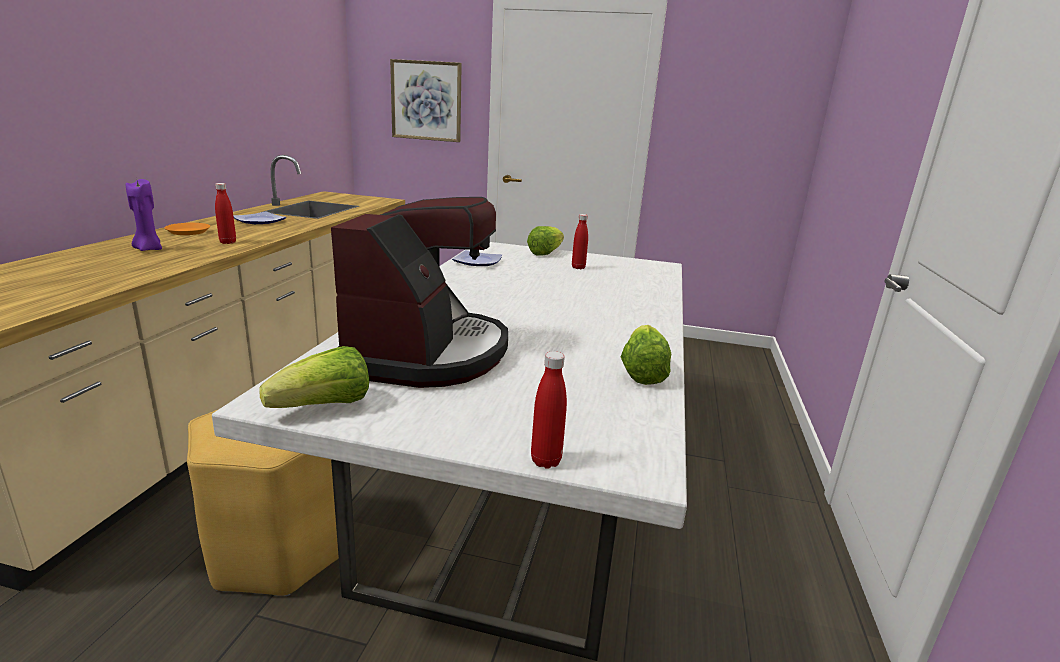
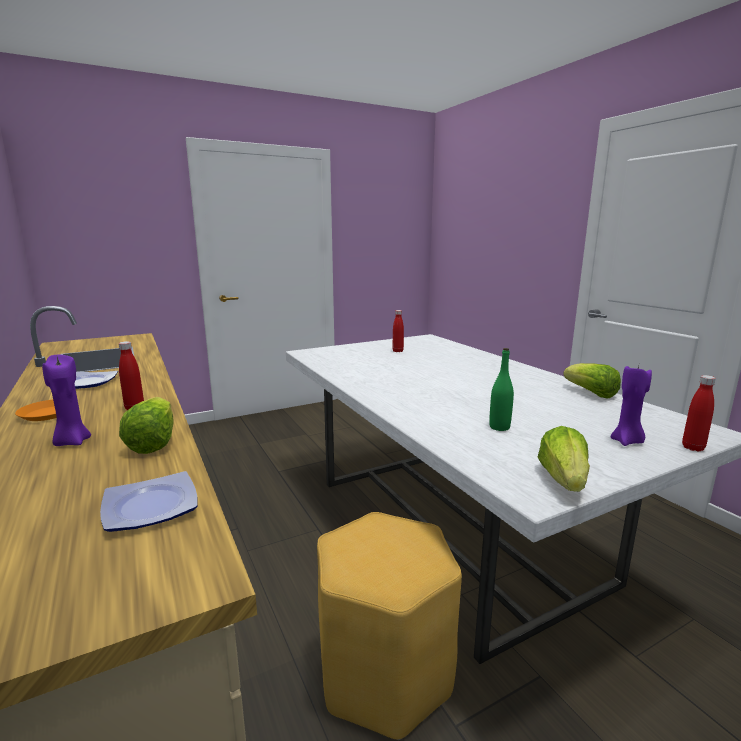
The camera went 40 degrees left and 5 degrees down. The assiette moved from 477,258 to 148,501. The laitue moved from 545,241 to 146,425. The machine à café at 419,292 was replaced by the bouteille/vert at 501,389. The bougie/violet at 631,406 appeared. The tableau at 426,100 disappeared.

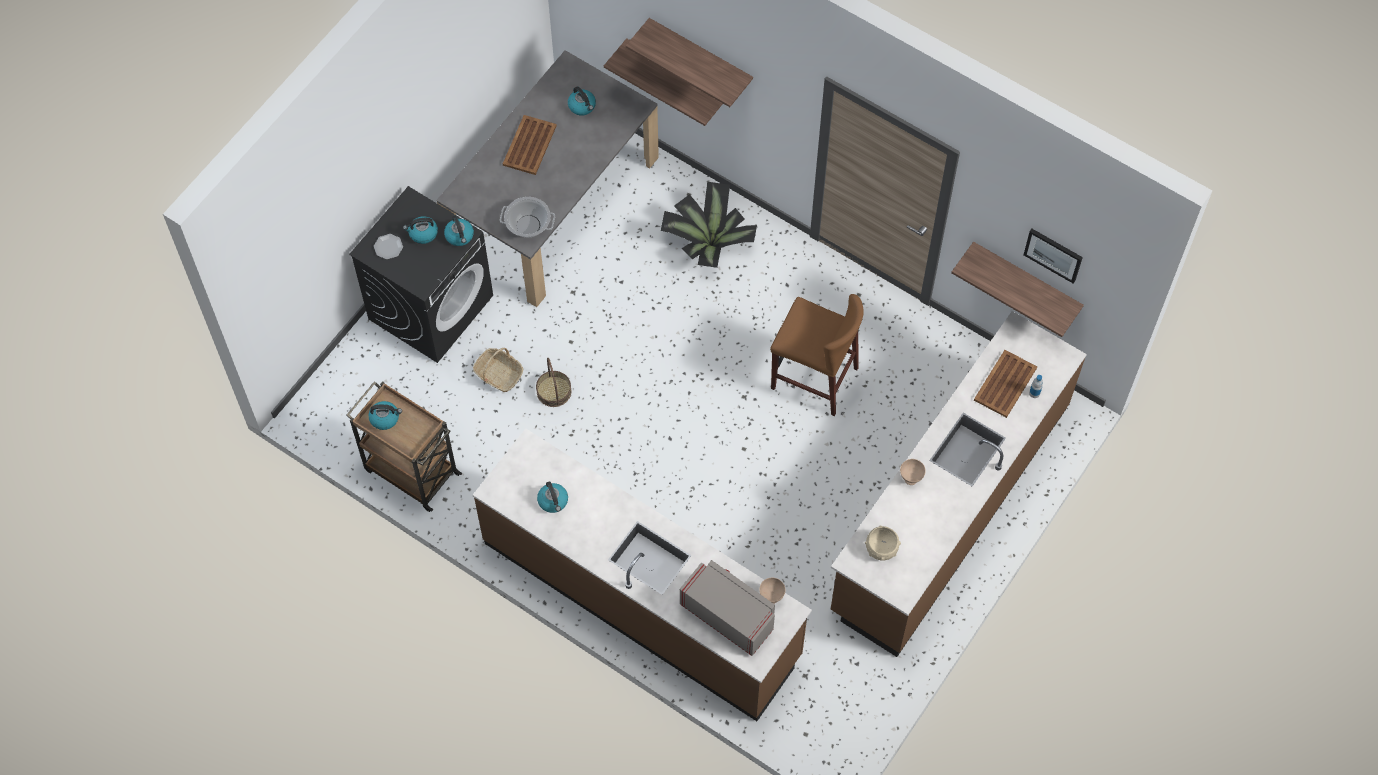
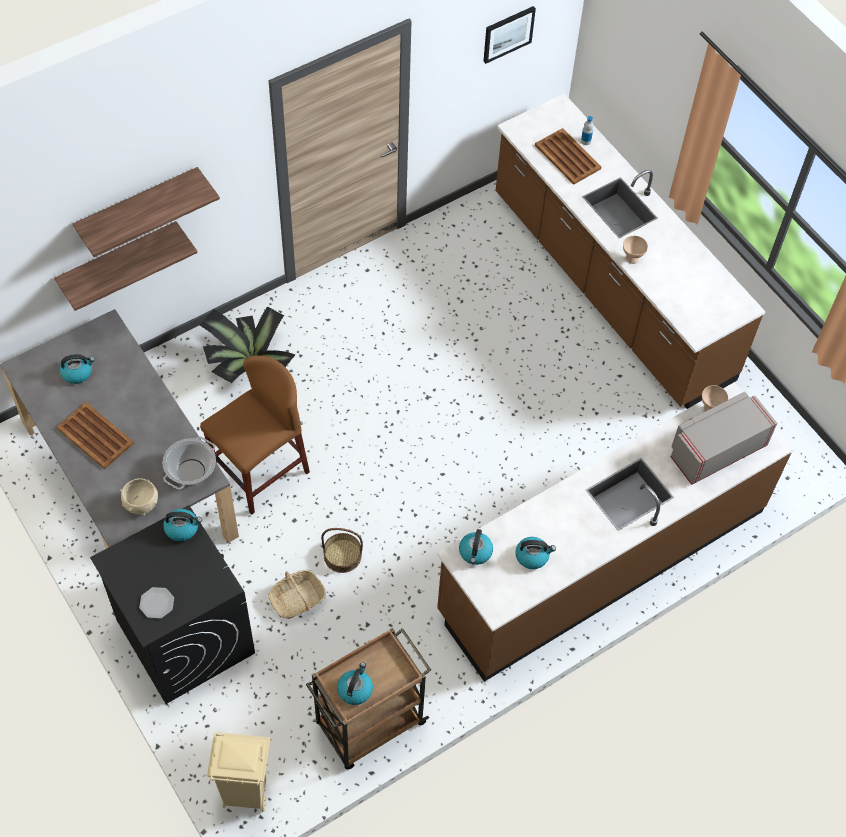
The camera went 70 degrees left and 5 degrees down. The bol/beige moved from 883,543 to 139,497. The tabouret/marron moved from 817,355 to 255,435. The poubelle/beige at 239,772 appeared. The bouilloire moved from 420,230 to 476,547. The étagère at 1017,289 disappeared.

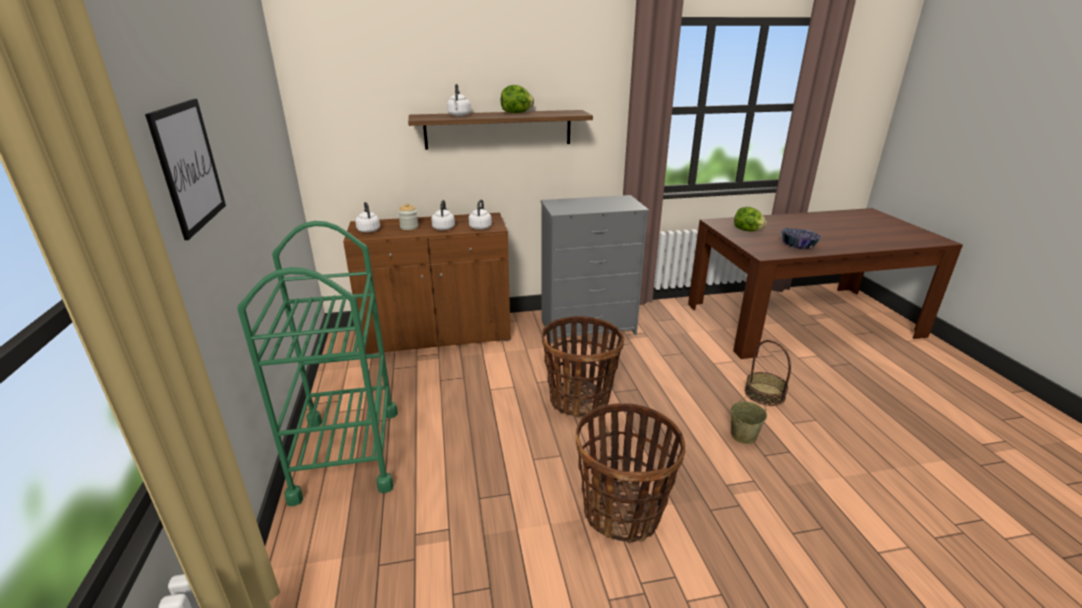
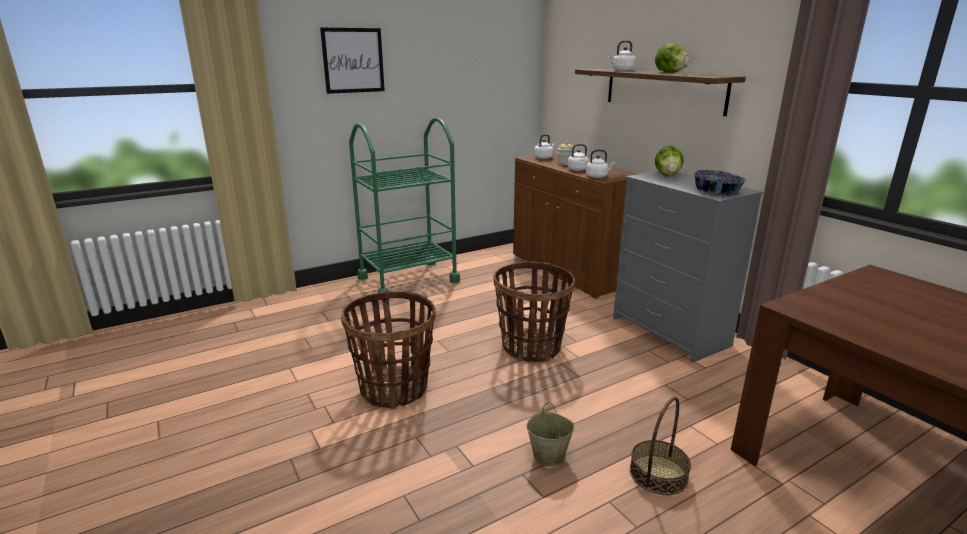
The camera went 70 degrees right and 5 degrees down. The laitue moved from 750,219 to 669,161. The bol moved from 801,238 to 720,183.

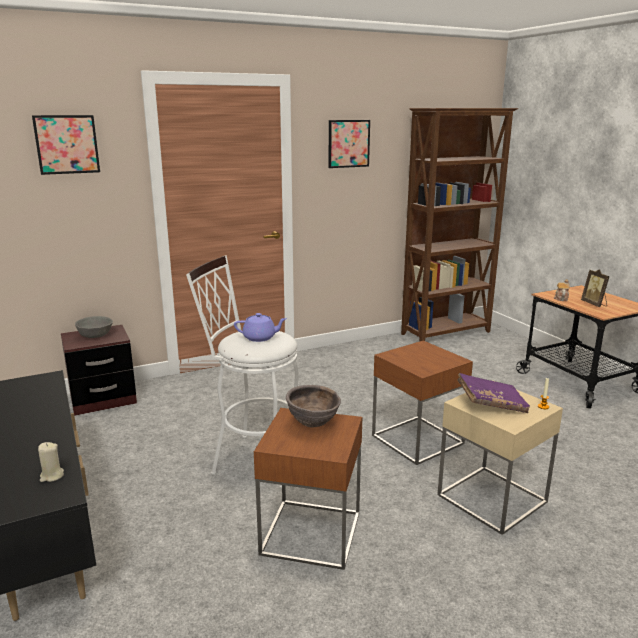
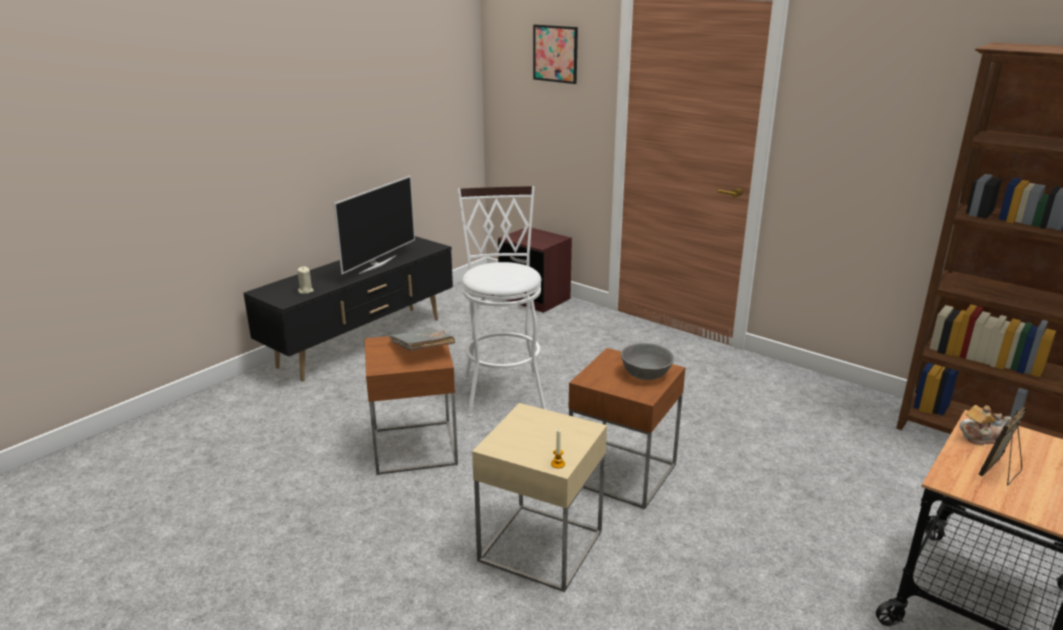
The camera went 65 degrees right and 5 degrees up. The téléviseur at 374,225 appeared. The bol/marron at 313,406 was replaced by the livre/gris at 422,339. The bol/gris moved from 94,327 to 647,361. The théière/violet at 260,327 disappeared. The tableau at 349,144 disappeared. The livre/violet at 493,393 disappeared.

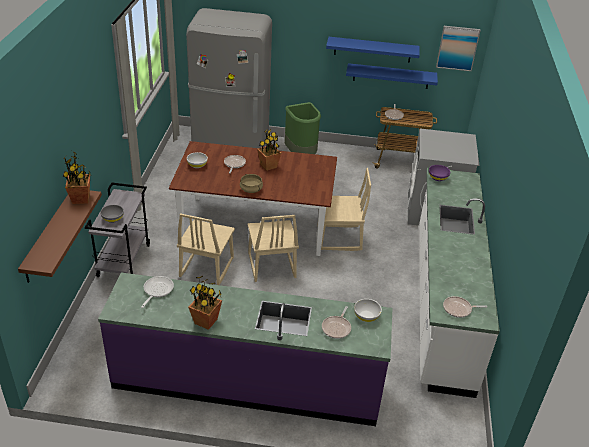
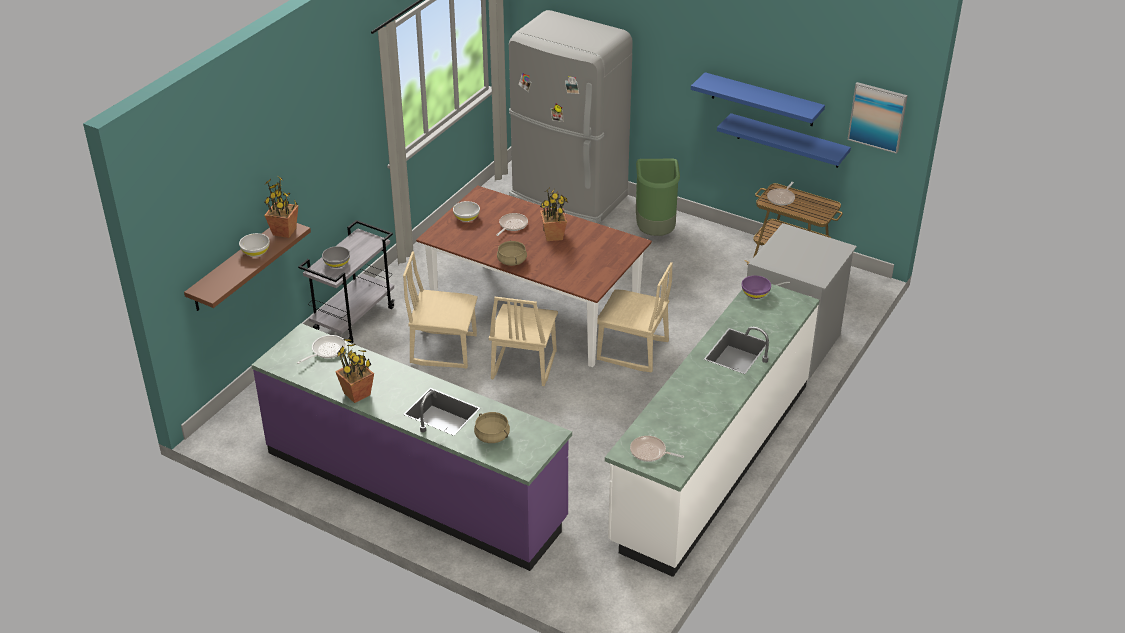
The camera went 25 degrees right and 0 degrees up. The bol/blanc moved from 368,310 to 254,245. The chaise/beige at 206,249 turned 60 degrees clockwise. The poêle at 336,322 was replaced by the marmite/beige at 492,427.

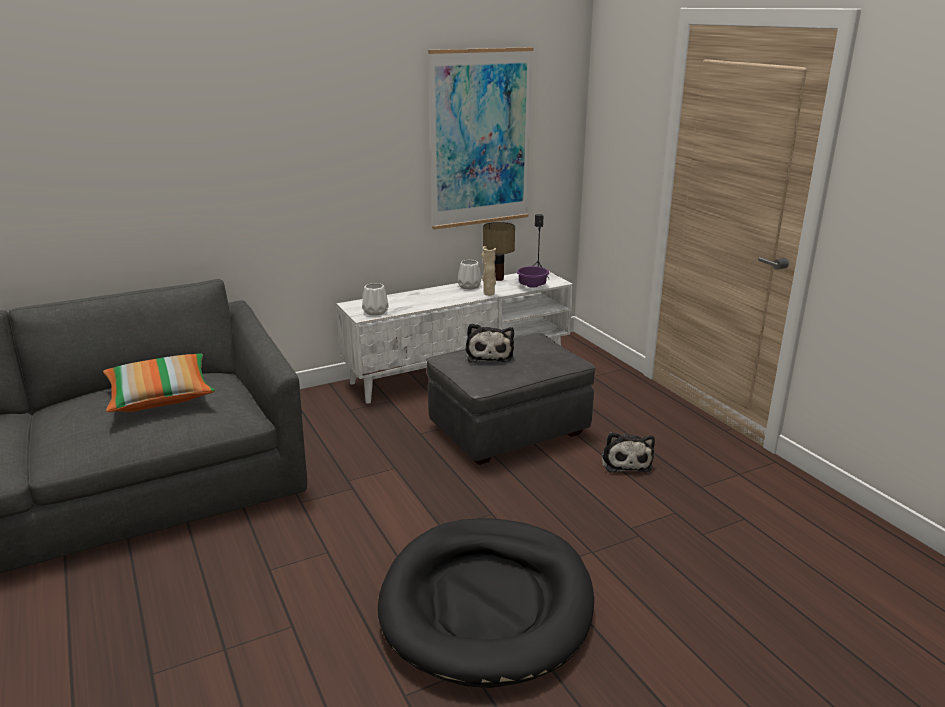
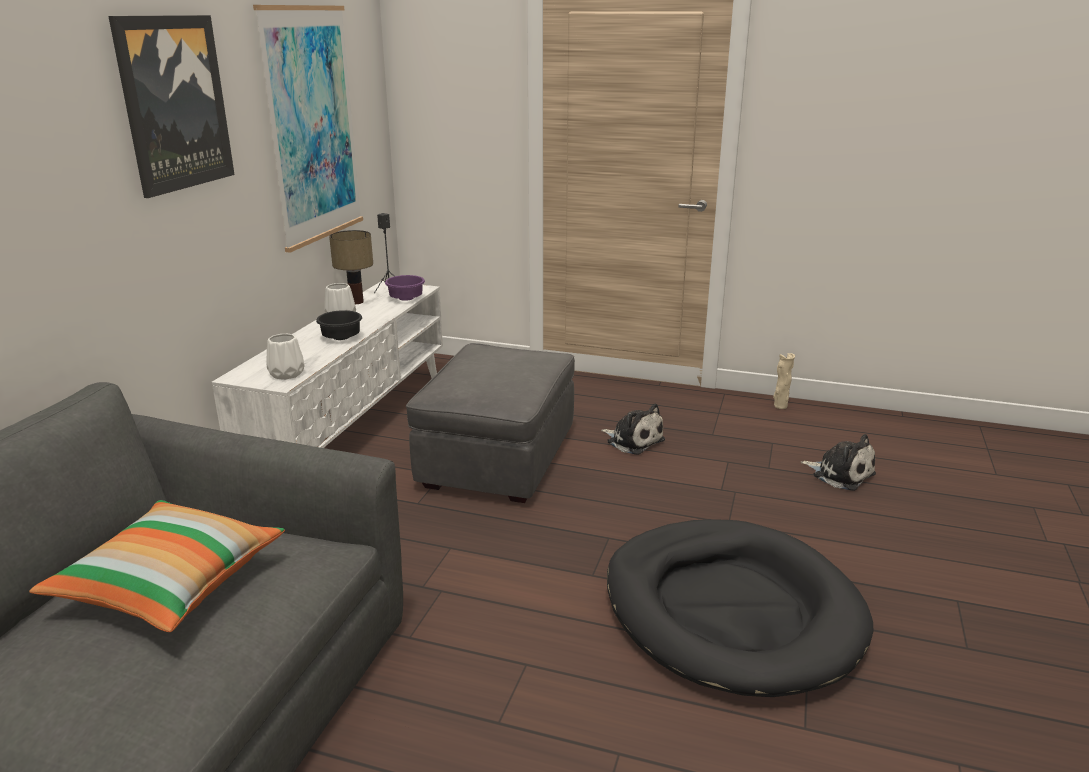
The camera went 45 degrees left and 0 degrees up. The tableau at 171,106 appeared. The bol/noir at 339,325 appeared. The vase/beige moved from 489,271 to 784,381. The peluche moved from 490,343 to 838,462.

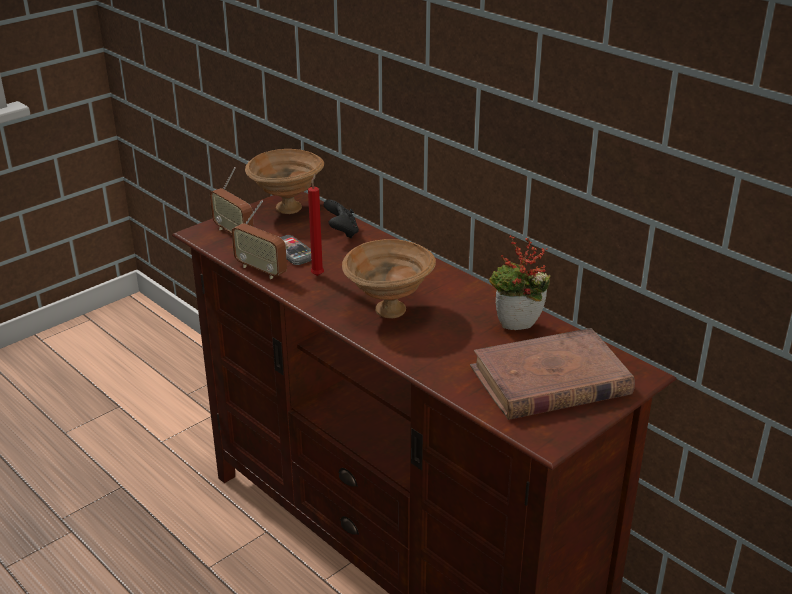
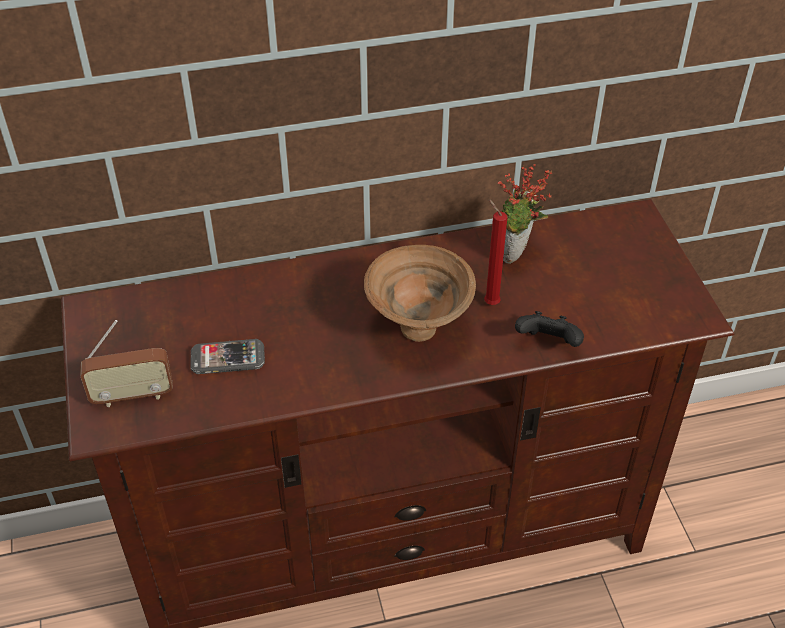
The camera went 60 degrees left and 15 degrees up. The bougie/rouge moved from 316,225 to 495,252. The manette/noir moved from 341,219 to 549,329. The radio at 259,239 disappeared. The bol/marron at 284,181 disappeared. The livre/marron at 552,374 disappeared.

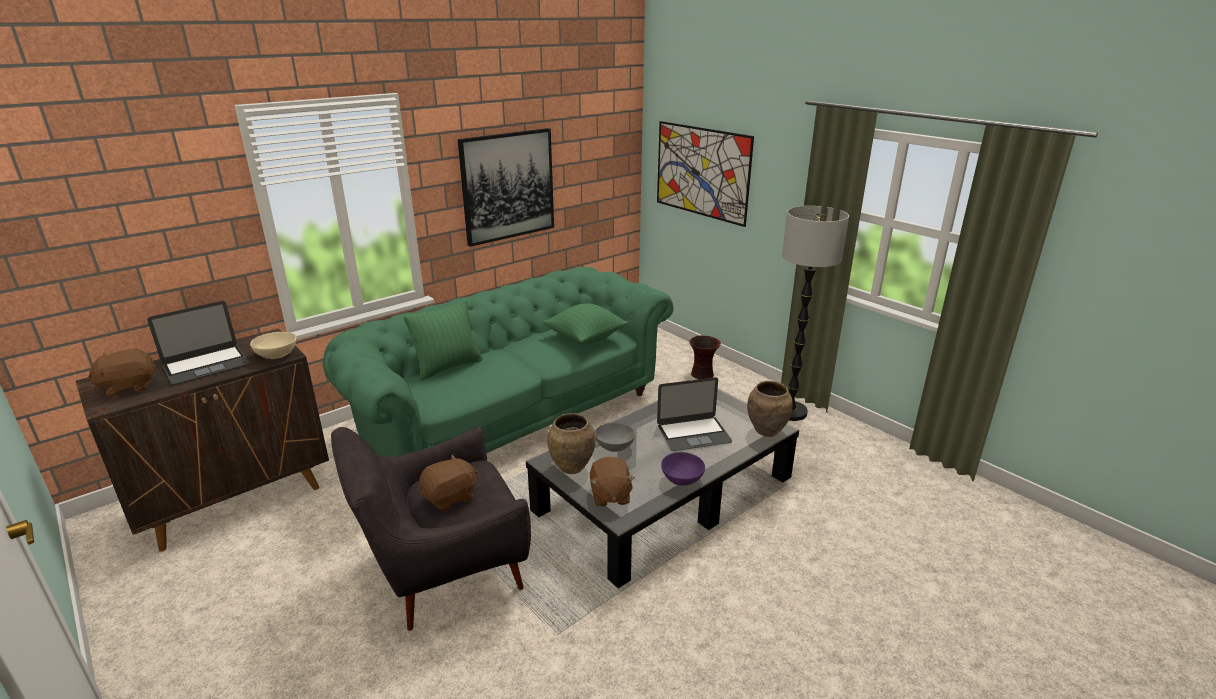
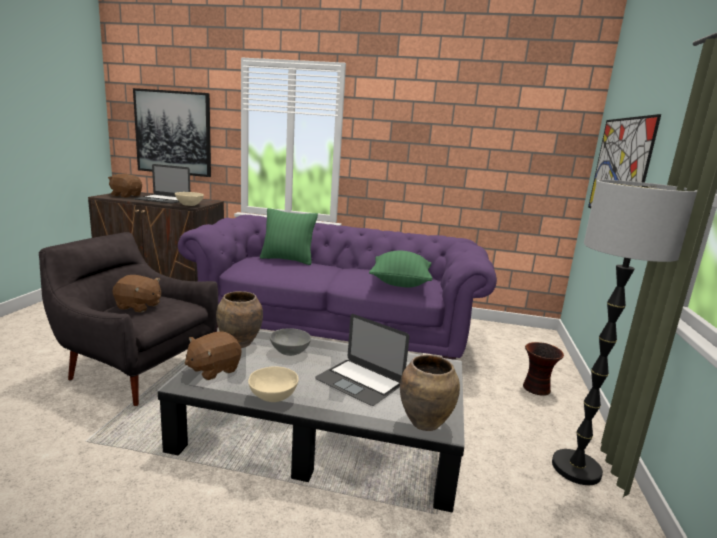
The camera went 50 degrees right and 10 degrees down. The tableau moved from 506,187 to 172,132. The canapé/vert at 498,362 became the canapé/violet at 337,287. The bol/violet at 683,469 became the bol/beige at 273,384.

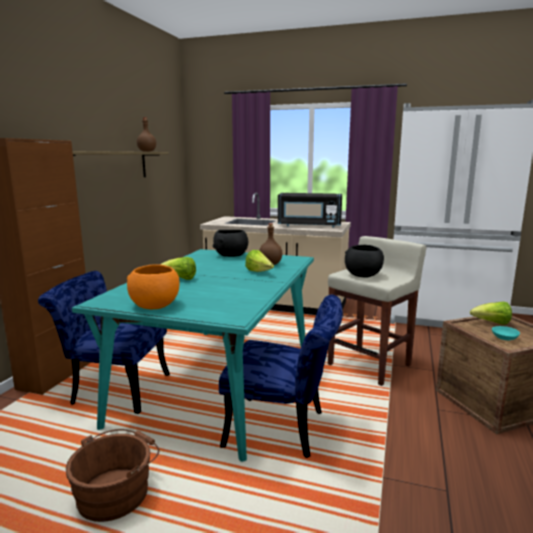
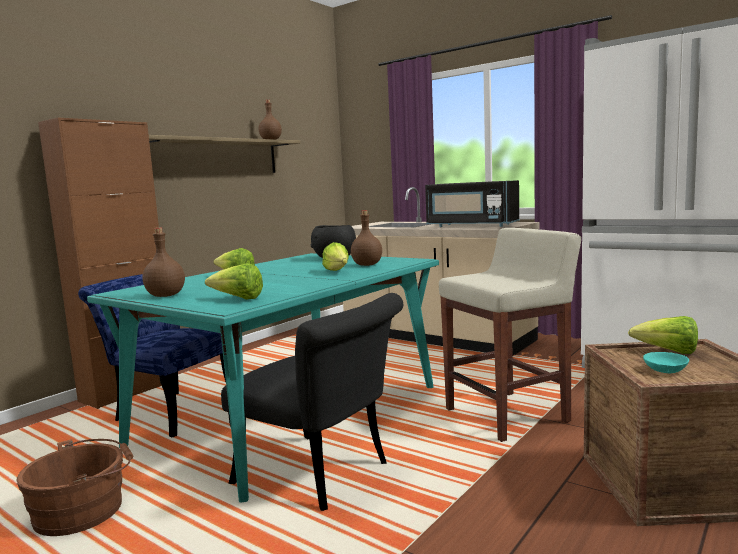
The camera went 20 degrees right and 5 degrees down. The bol/orange at 153,286 was replaced by the bouteille/marron at 164,262. The laitue at 234,281 appeared. The chaise/bleu at 281,376 became the chaise/noir at 312,402. The bol/noir at 364,261 disappeared.

